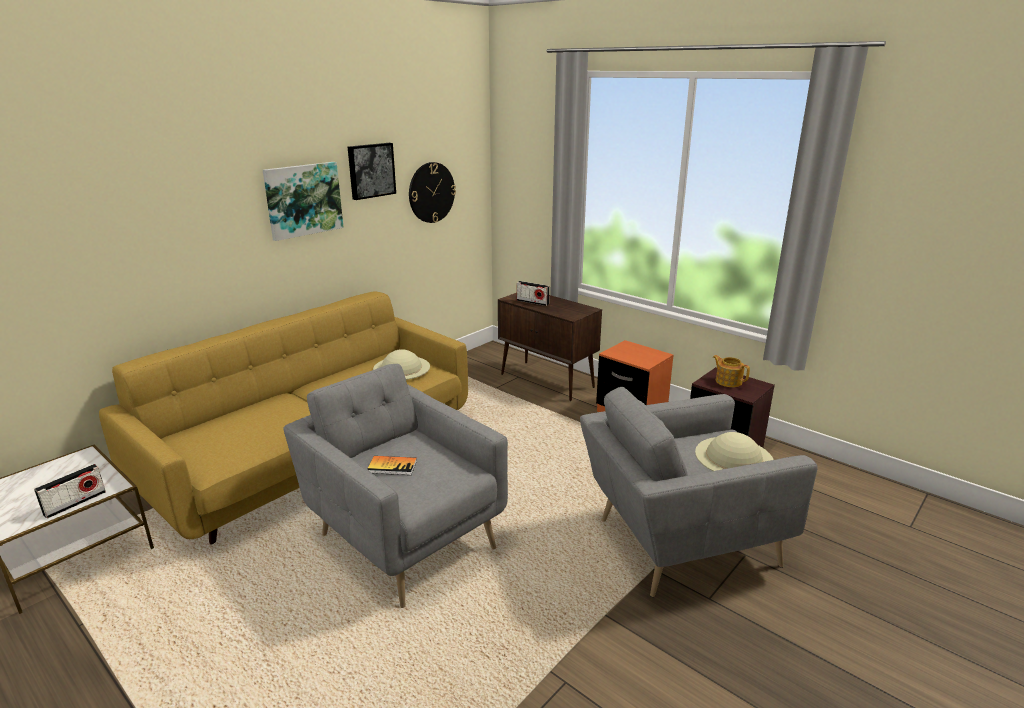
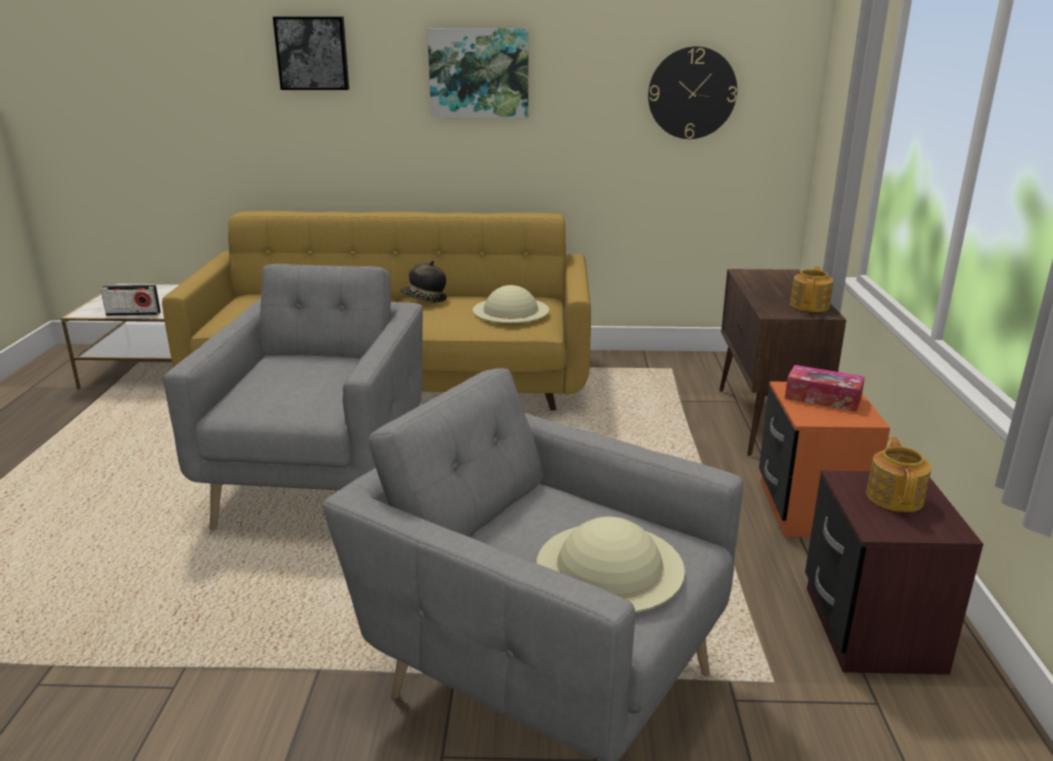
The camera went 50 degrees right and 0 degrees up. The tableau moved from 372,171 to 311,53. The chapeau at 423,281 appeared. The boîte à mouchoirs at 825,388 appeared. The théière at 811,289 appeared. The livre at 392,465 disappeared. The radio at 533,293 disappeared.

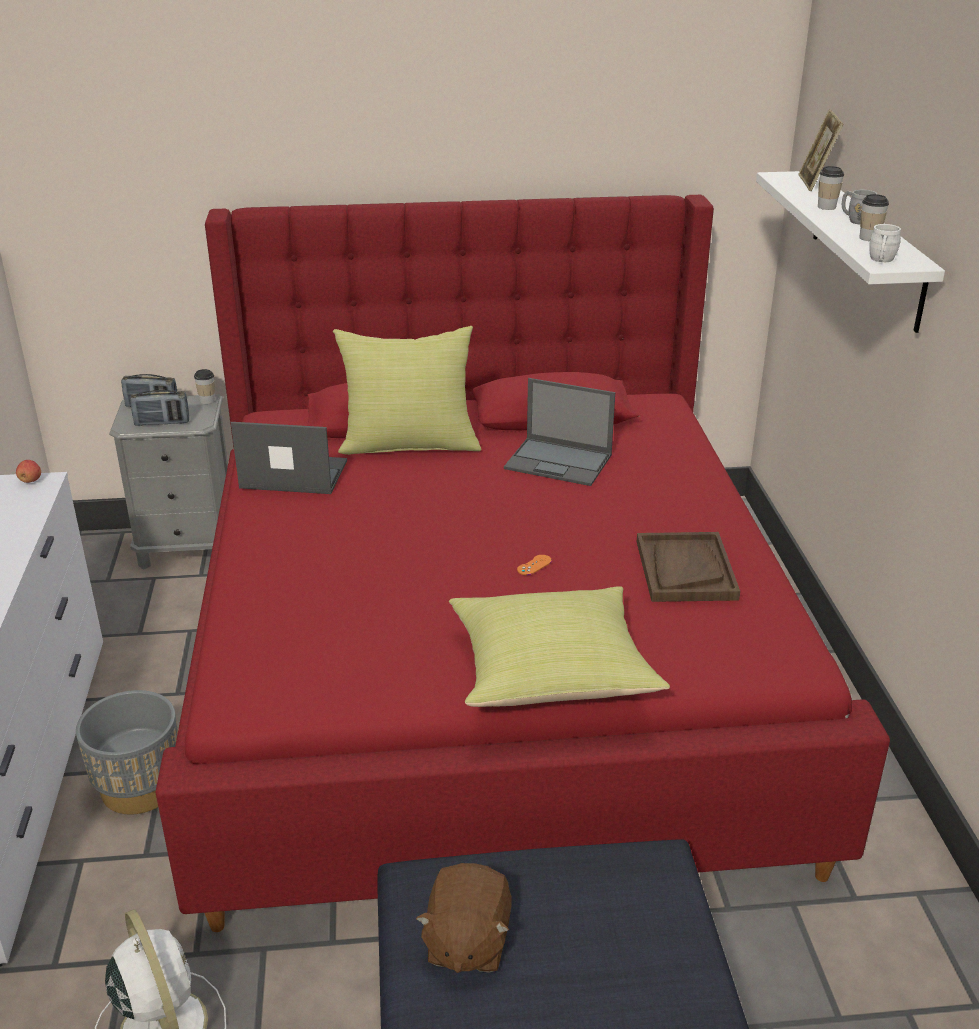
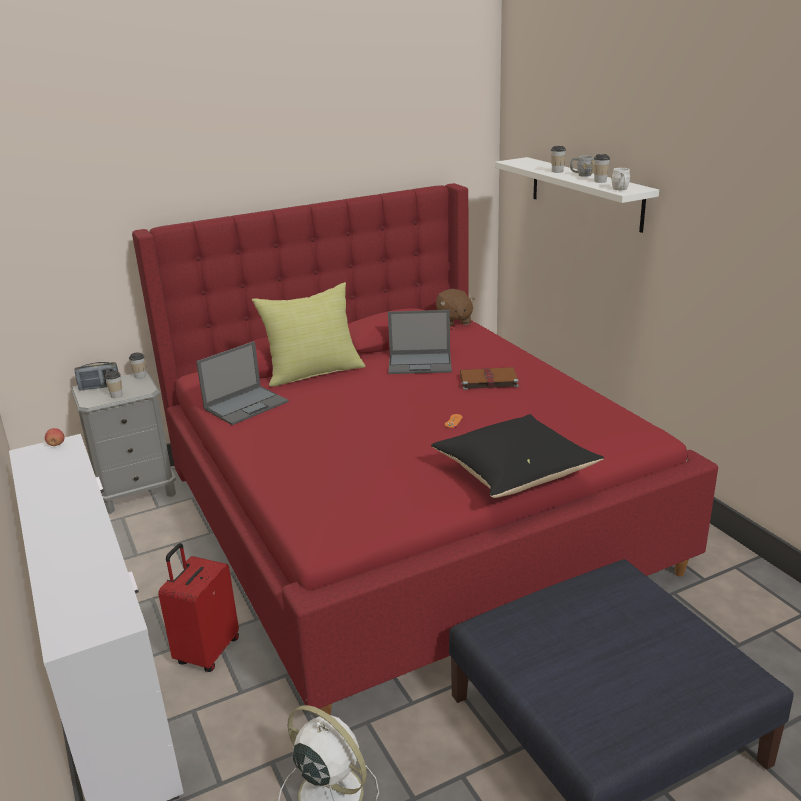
The camera went 20 degrees left and 5 degrees down. The radio at 159,408 was replaced by the tasse at 114,384. The cache-pot/gris at 127,752 was replaced by the valise/rouge at 198,607. The ordinateur portable at 289,458 turned 150 degrees clockwise. The coussin/jaune at 559,646 became the coussin/noir at 517,456. The peluche/marron moved from 463,918 to 455,308. The livre/marron at 488,378 appeared. The plateau/marron at 688,567 disappeared. The cadre photo at 820,150 disappeared.

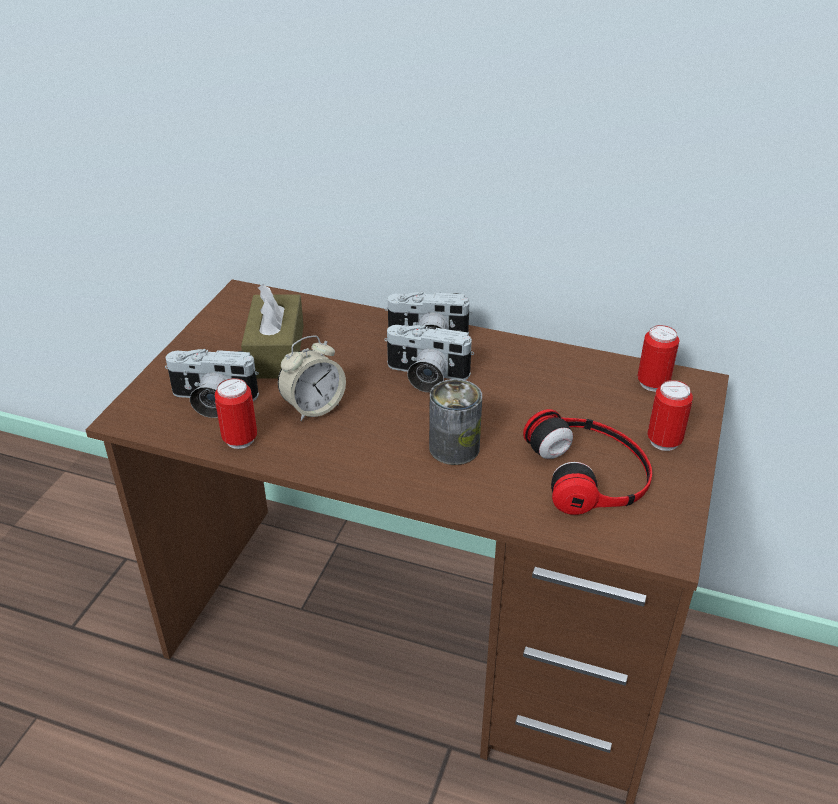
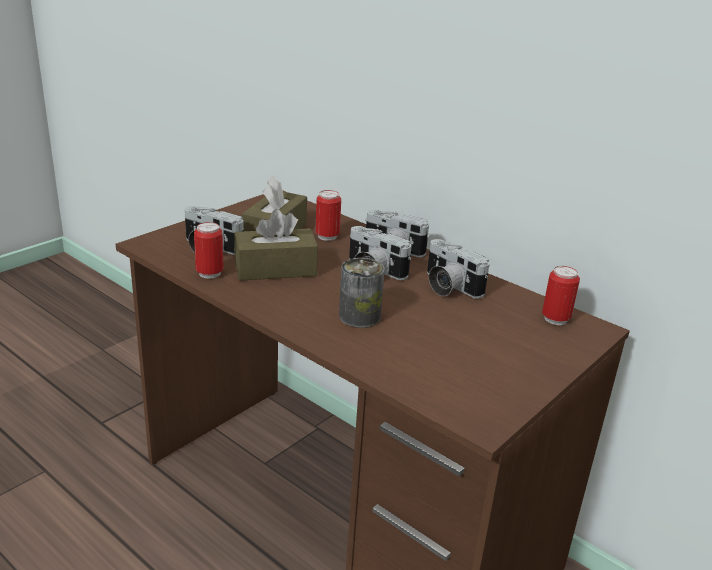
The camera went 20 degrees right and 10 degrees down. The réveil at 312,378 was replaced by the boîte à mouchoirs/marron at 276,245. The boîte métallique moved from 670,415 to 328,215. The appareil photo at 458,269 appeared. The casque audio at 587,462 disappeared.

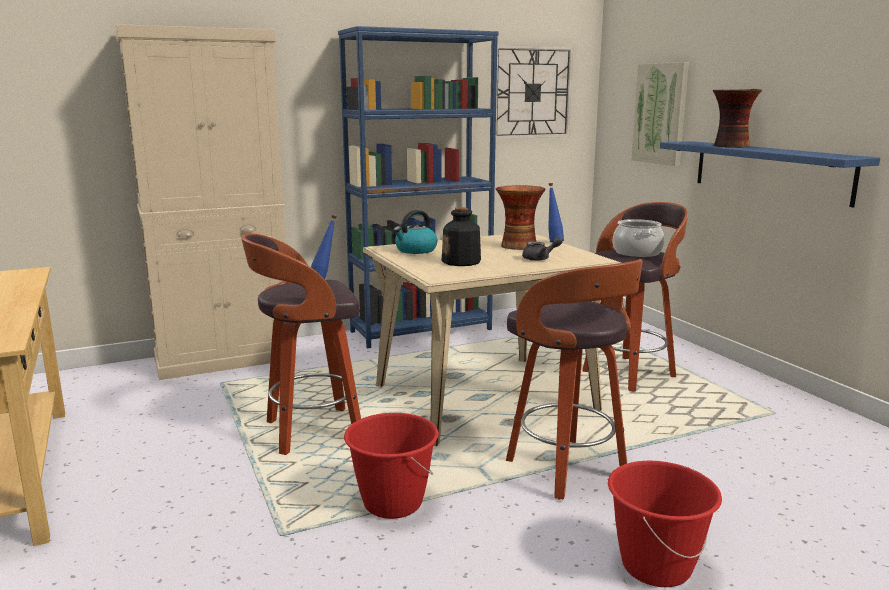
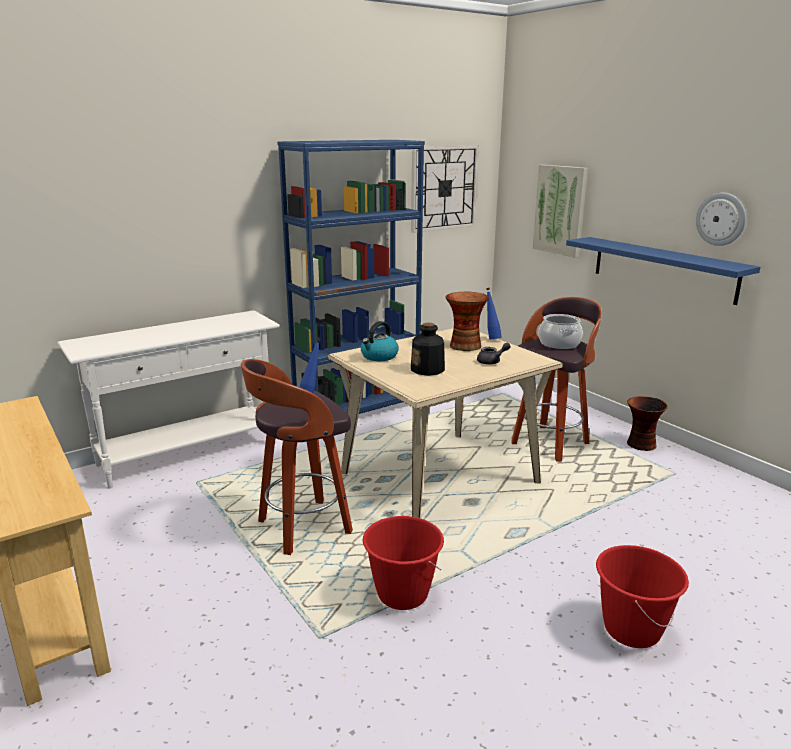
The camera went 10 degrees left and 5 degrees up. The meuble de rangement/beige at 201,202 was replaced by the table console/blanc at 169,399. The vase moved from 737,118 to 647,423. The horloge murale at 721,219 appeared. The tabouret at 574,379 disappeared.

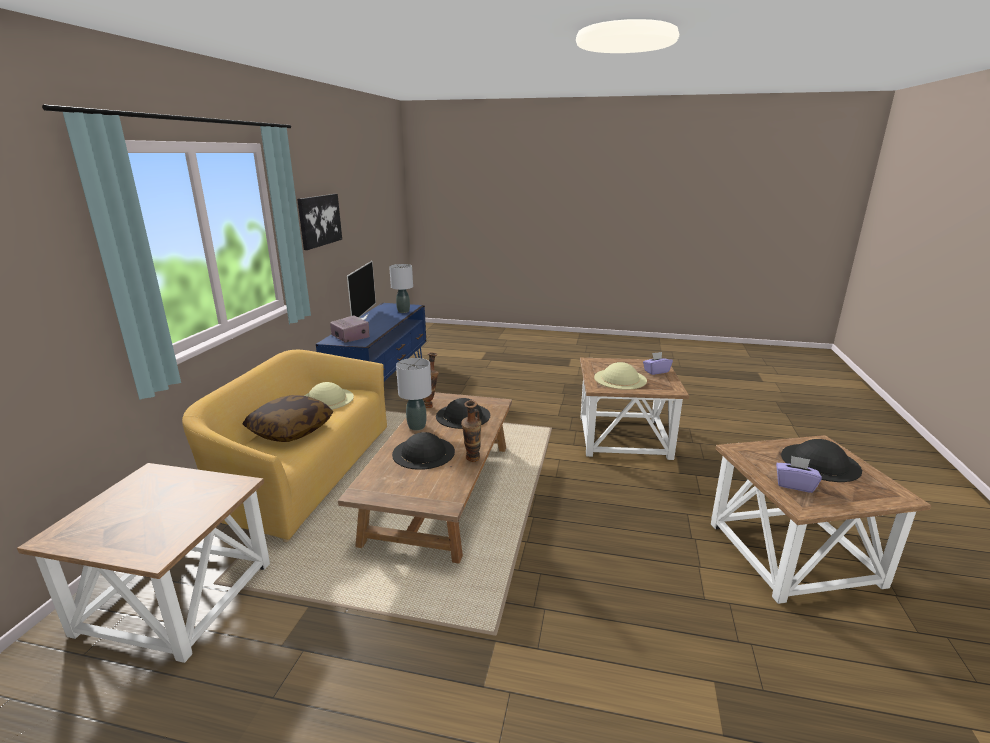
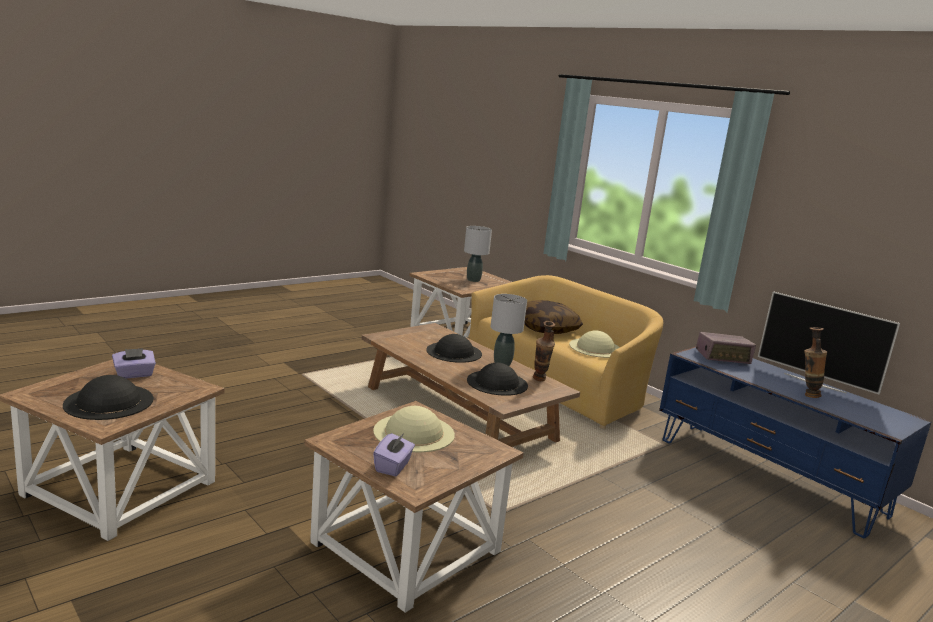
The camera went 125 degrees right and 5 degrees down. The lampe de table/gris moved from 401,288 to 478,254. The vase moved from 471,431 to 815,362. The tableau at 319,222 disappeared.

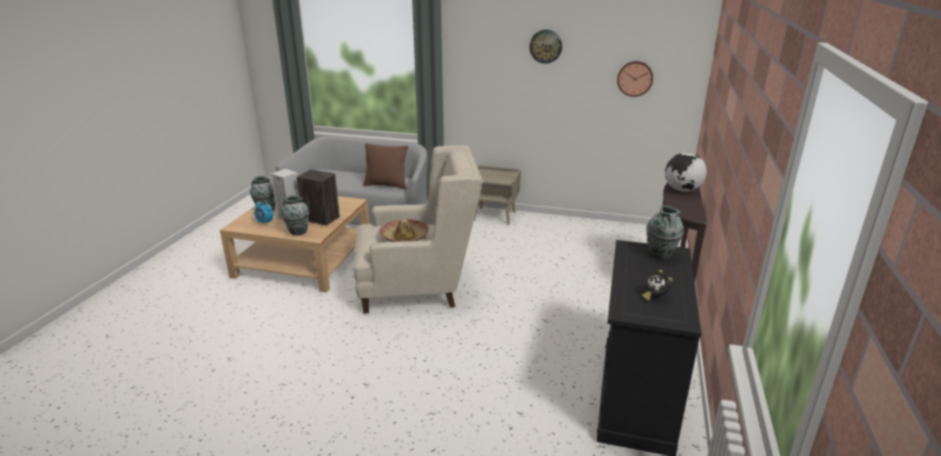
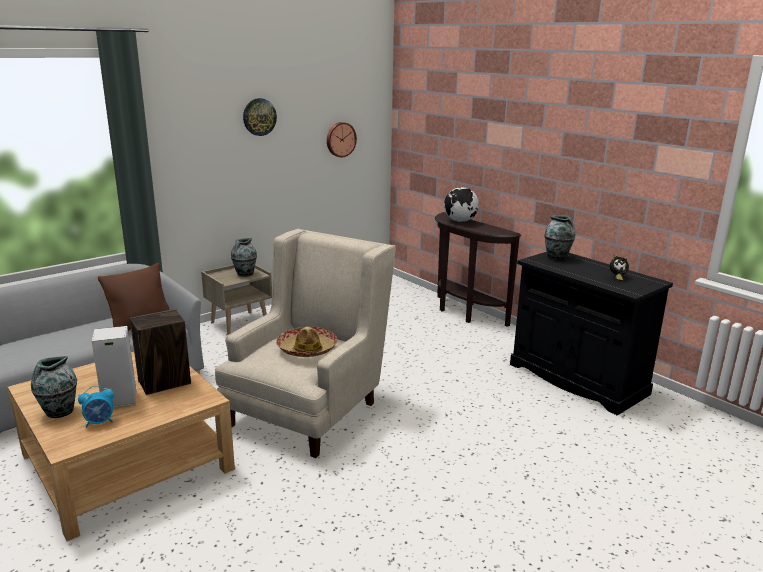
The camera went 55 degrees left and 5 degrees down. The vase moved from 295,215 to 244,257.

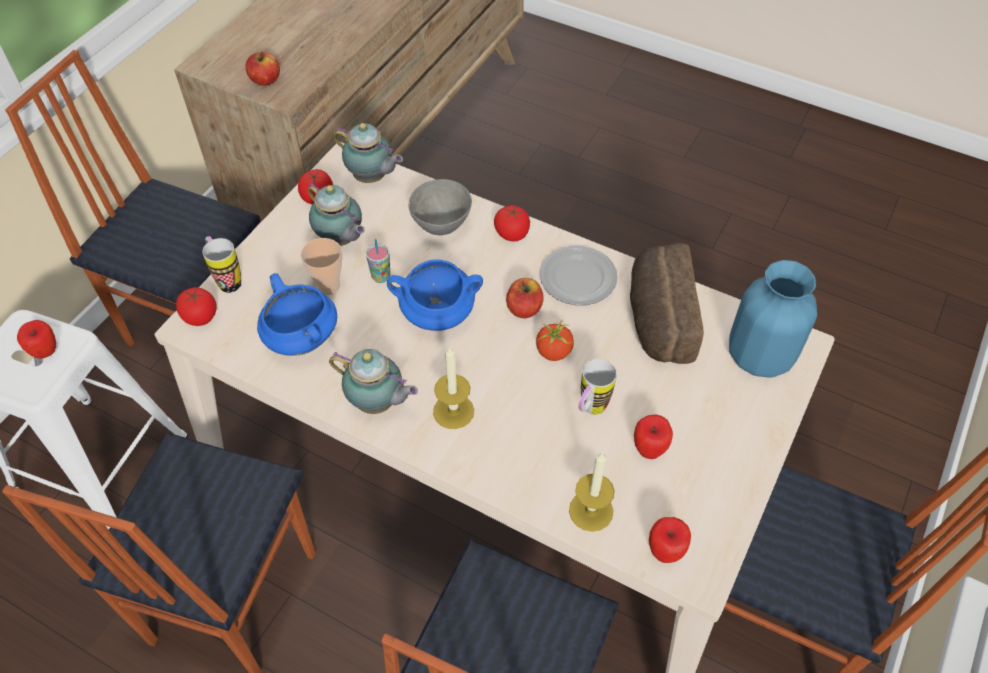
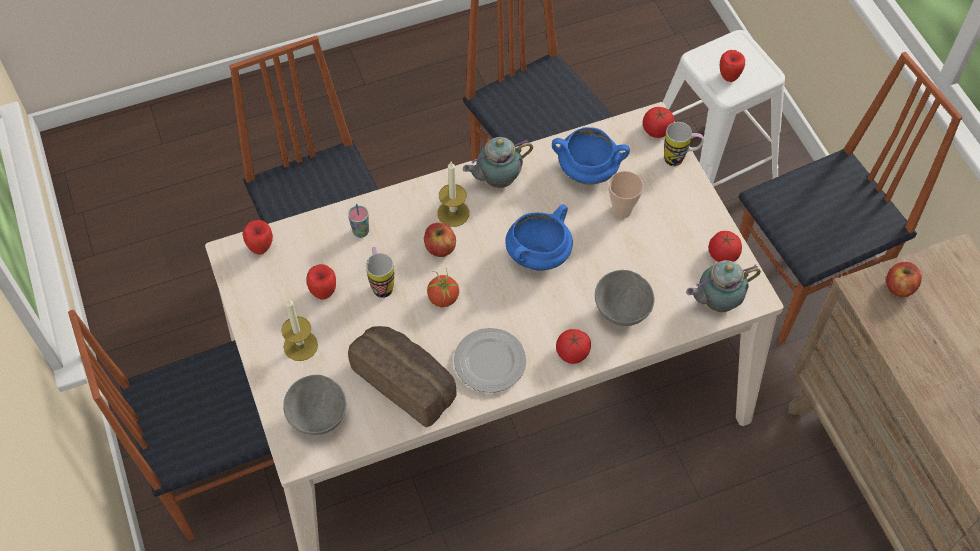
The camera went 130 degrees right and 5 degrees up. The bougie moved from 592,491 to 299,330. The vase/bleu at 773,319 was replaced by the bol/gris at 314,405. The tasse moved from 378,261 to 358,221. The pomme moved from 525,298 to 440,240. The théière at 336,214 disappeared.

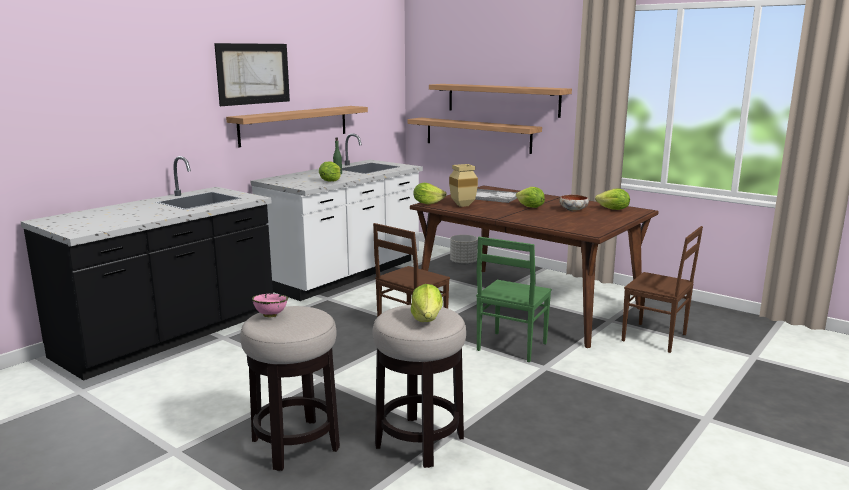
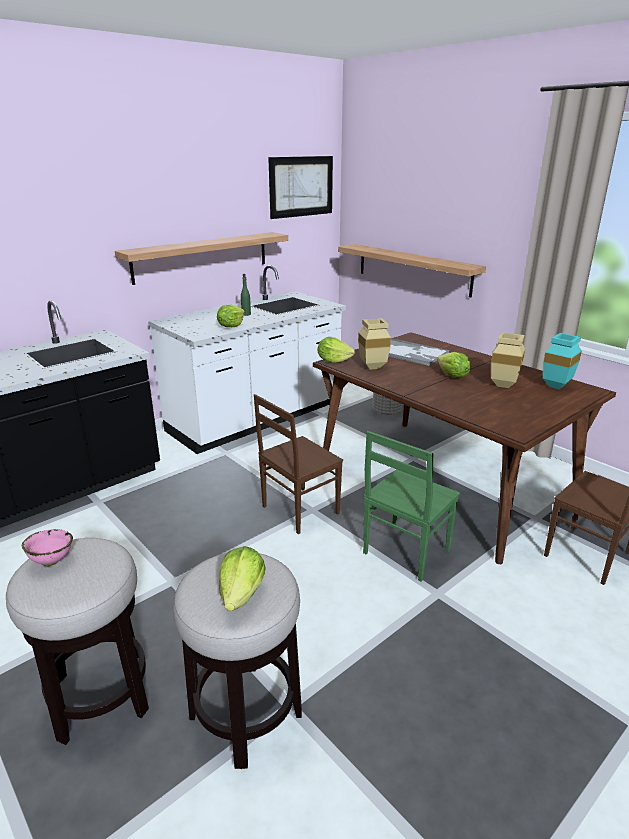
The camera went 10 degrees right and 10 degrees up. The tableau moved from 252,74 to 300,187. The bol at 574,203 was replaced by the vase/beige at 508,360. The laitue at 612,199 was replaced by the vase/turquoise at 562,361. The étagère at 500,101 disappeared.

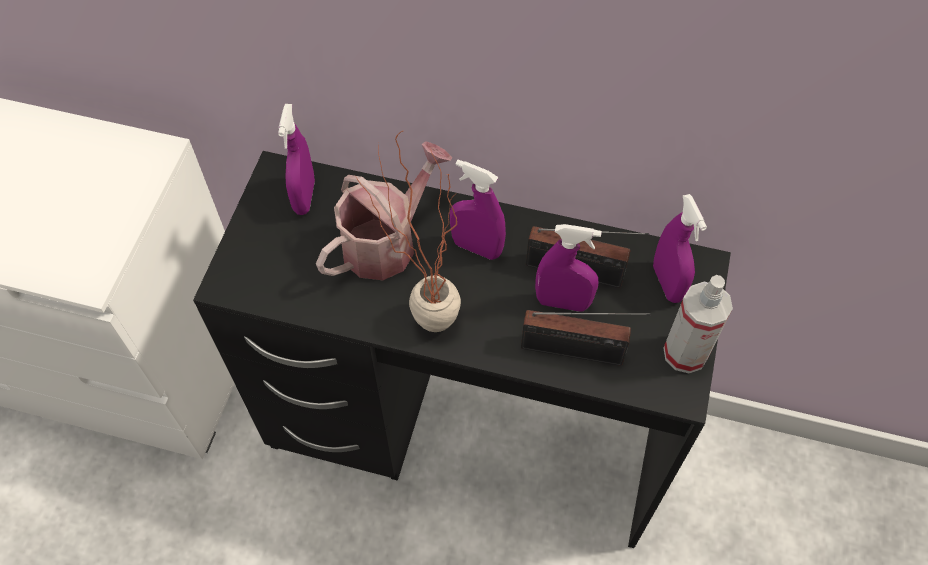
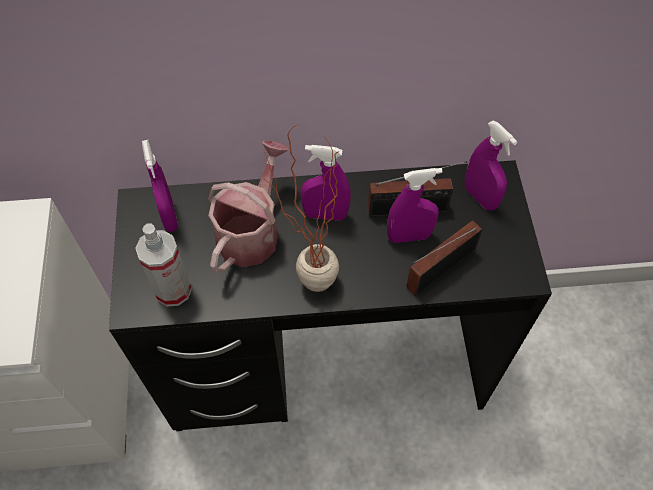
The camera went 20 degrees left and 0 degrees up. The vaporisateur moved from 698,324 to 163,264. The radio at 585,338 turned 150 degrees clockwise.

